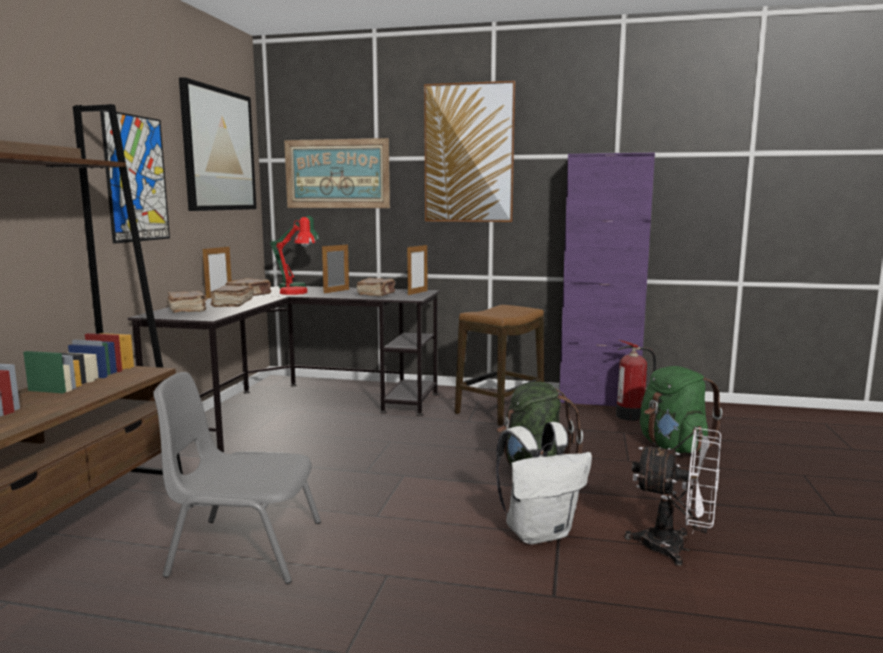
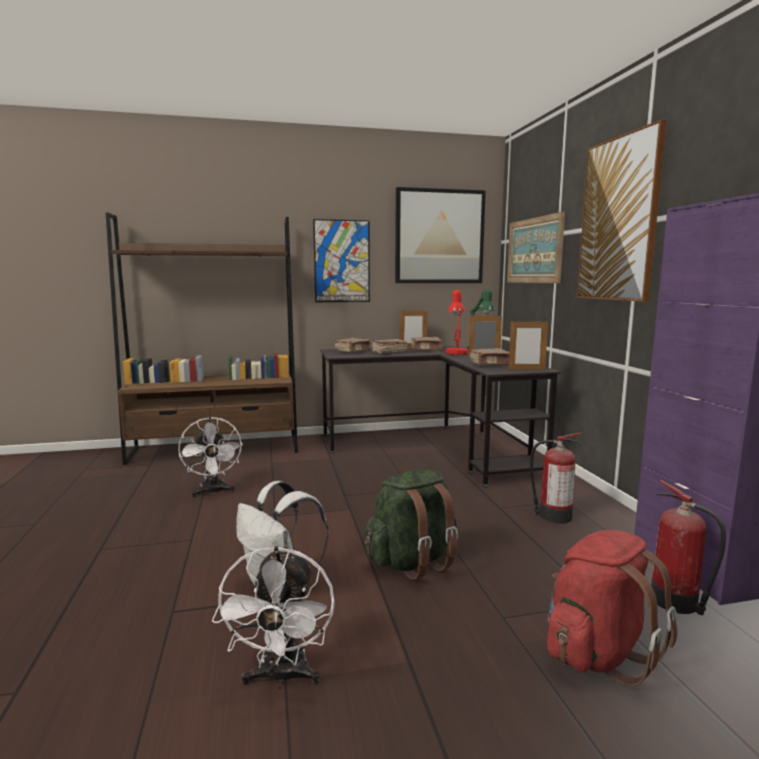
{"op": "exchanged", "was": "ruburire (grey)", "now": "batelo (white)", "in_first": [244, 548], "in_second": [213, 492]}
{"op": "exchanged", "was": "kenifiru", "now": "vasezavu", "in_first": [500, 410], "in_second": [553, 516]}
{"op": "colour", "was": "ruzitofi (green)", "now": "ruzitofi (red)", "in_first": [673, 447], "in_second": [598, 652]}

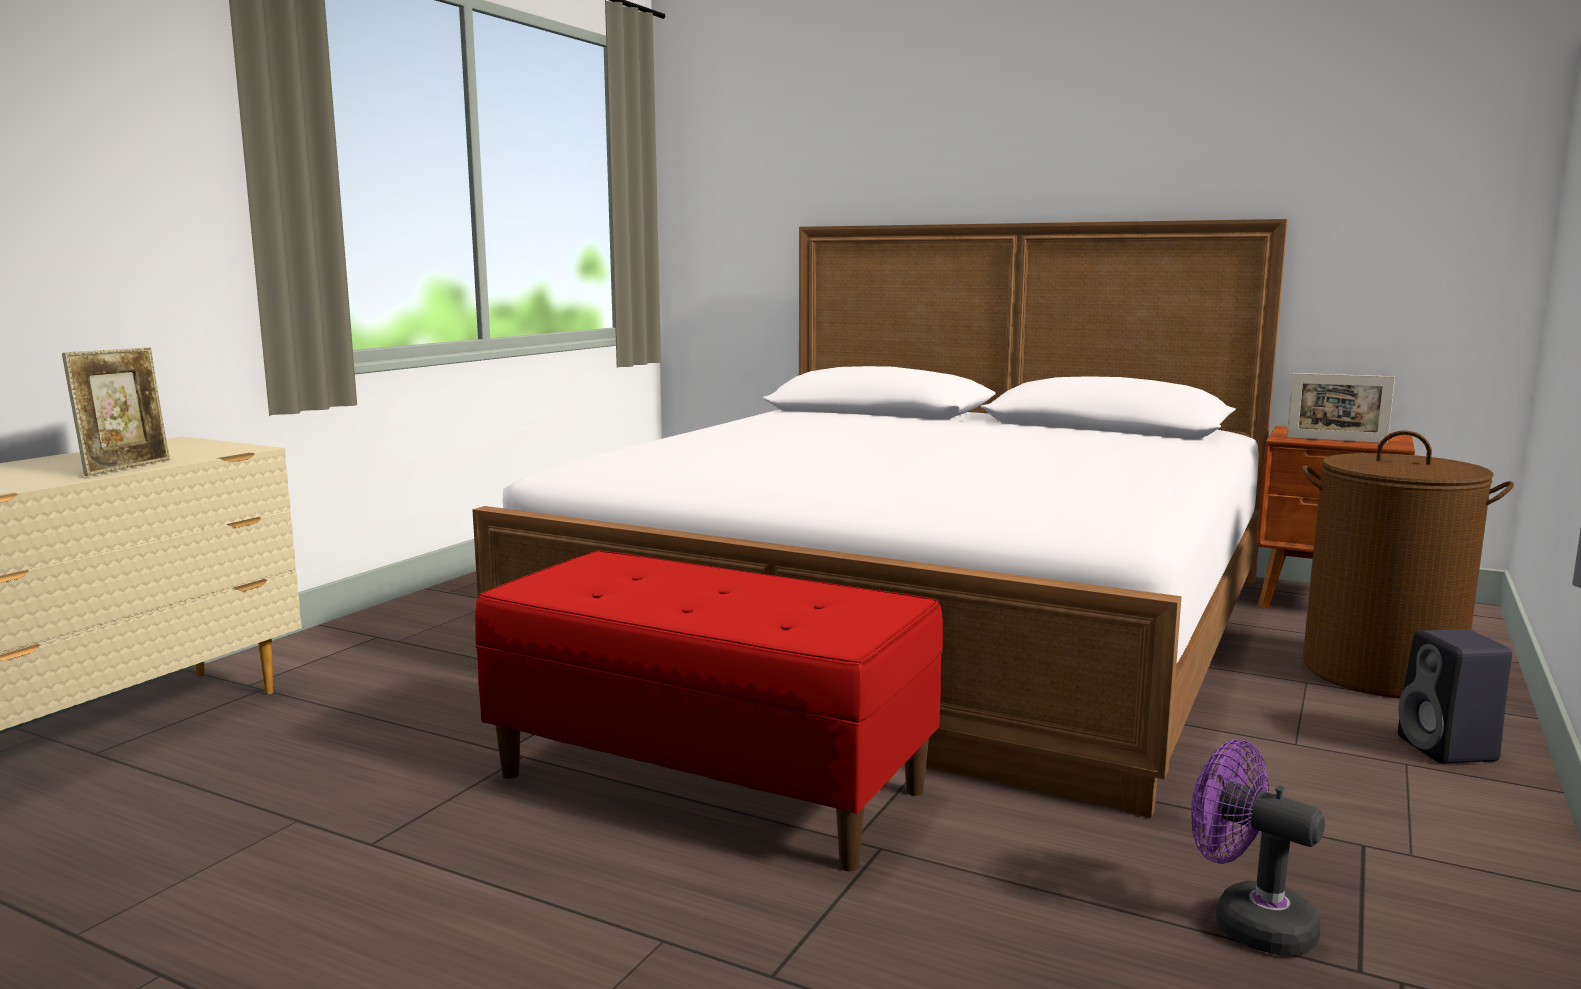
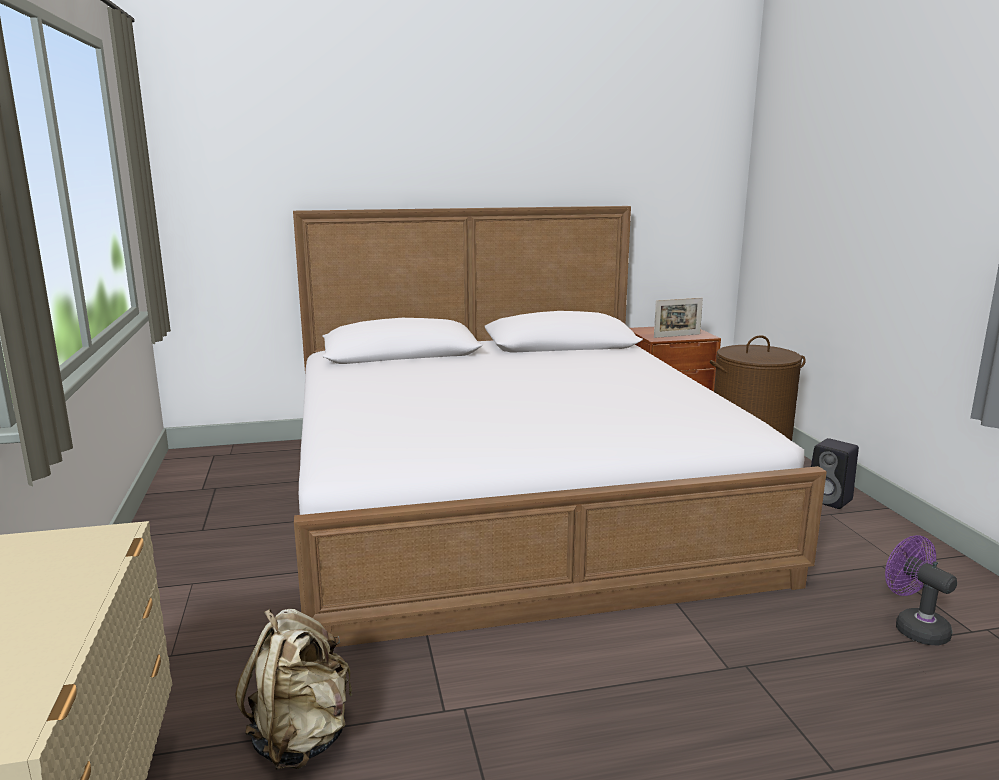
{"op": "missing", "was": "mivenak", "in_first": [126, 468]}
{"op": "missing", "was": "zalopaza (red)", "in_first": [711, 782]}
{"op": "spun", "was": "batelo (purple)", "in_first": [1248, 922], "in_second": [914, 627], "clockwise": 60}
{"op": "appeared", "now": "ruzitofi (beige)", "in_second": [301, 738]}

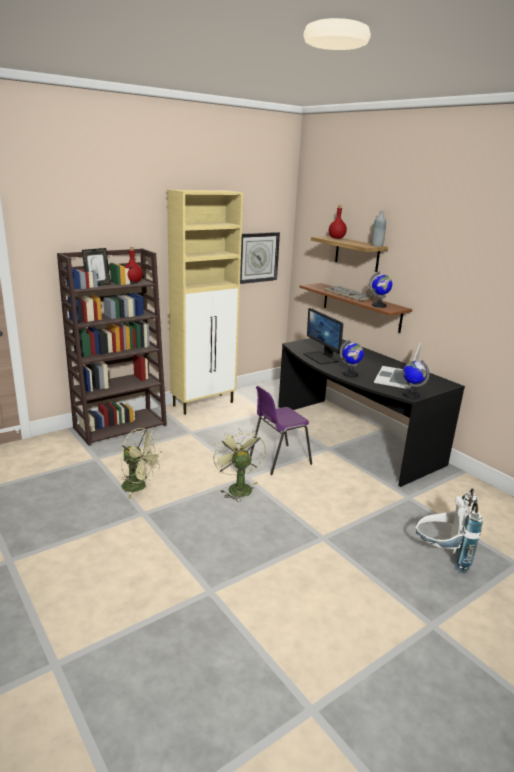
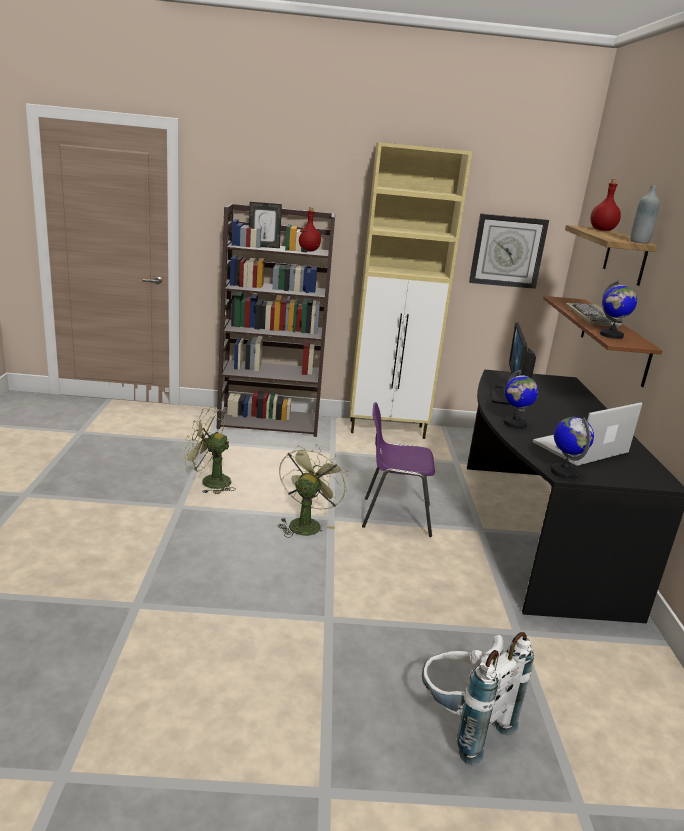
{"op": "spun", "was": "batelo (green)", "in_first": [139, 487], "in_second": [209, 481], "clockwise": 135}

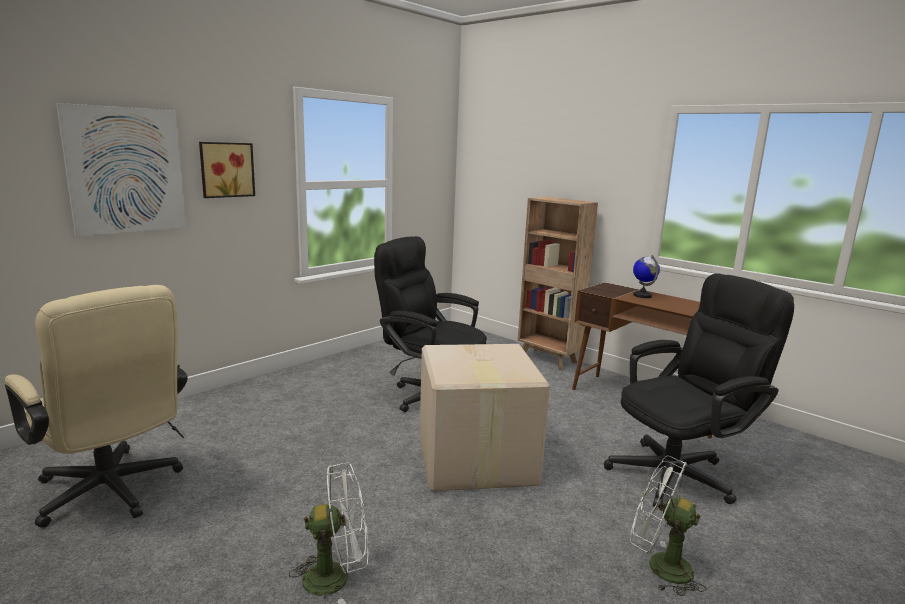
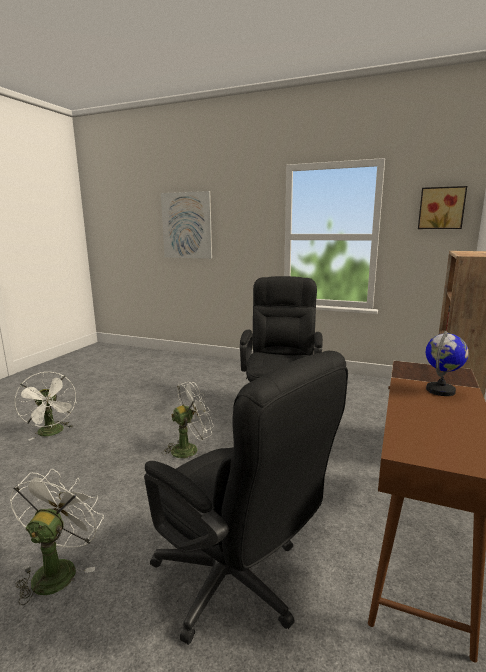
{"op": "missing", "was": "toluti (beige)", "in_first": [113, 494]}
{"op": "relocated", "was": "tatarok", "in_first": [226, 169], "in_second": [441, 208]}
{"op": "exchanged", "was": "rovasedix", "now": "batelo (white)", "in_first": [474, 460], "in_second": [190, 449]}

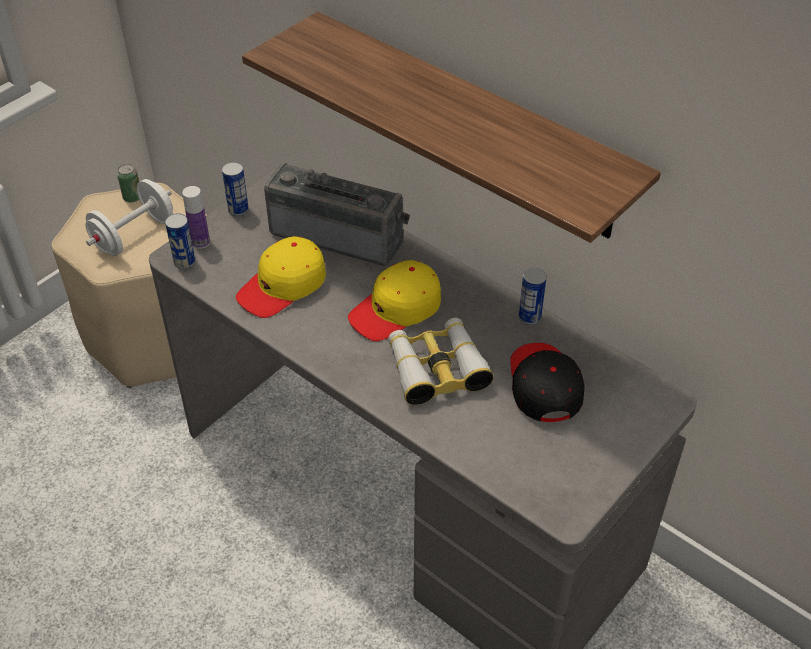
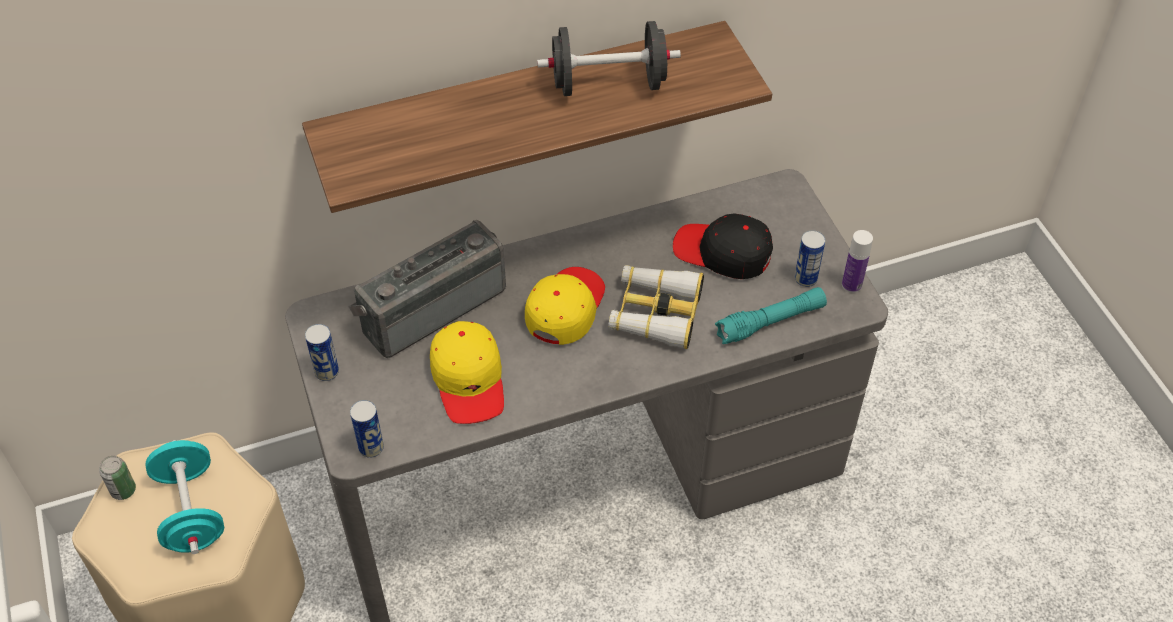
{"op": "colour", "was": "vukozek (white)", "now": "vukozek (turquoise)", "in_first": [134, 235], "in_second": [191, 511]}
{"op": "relocated", "was": "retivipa", "in_first": [200, 242], "in_second": [851, 285]}
{"op": "spun", "was": "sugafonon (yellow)", "in_first": [396, 310], "in_second": [565, 308], "clockwise": -150}
{"op": "relocated", "was": "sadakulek", "in_first": [529, 318], "in_second": [805, 278]}
{"op": "appeared", "now": "vukozek (black)", "in_second": [608, 84]}
{"op": "appeared", "now": "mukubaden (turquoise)", "in_second": [770, 322]}

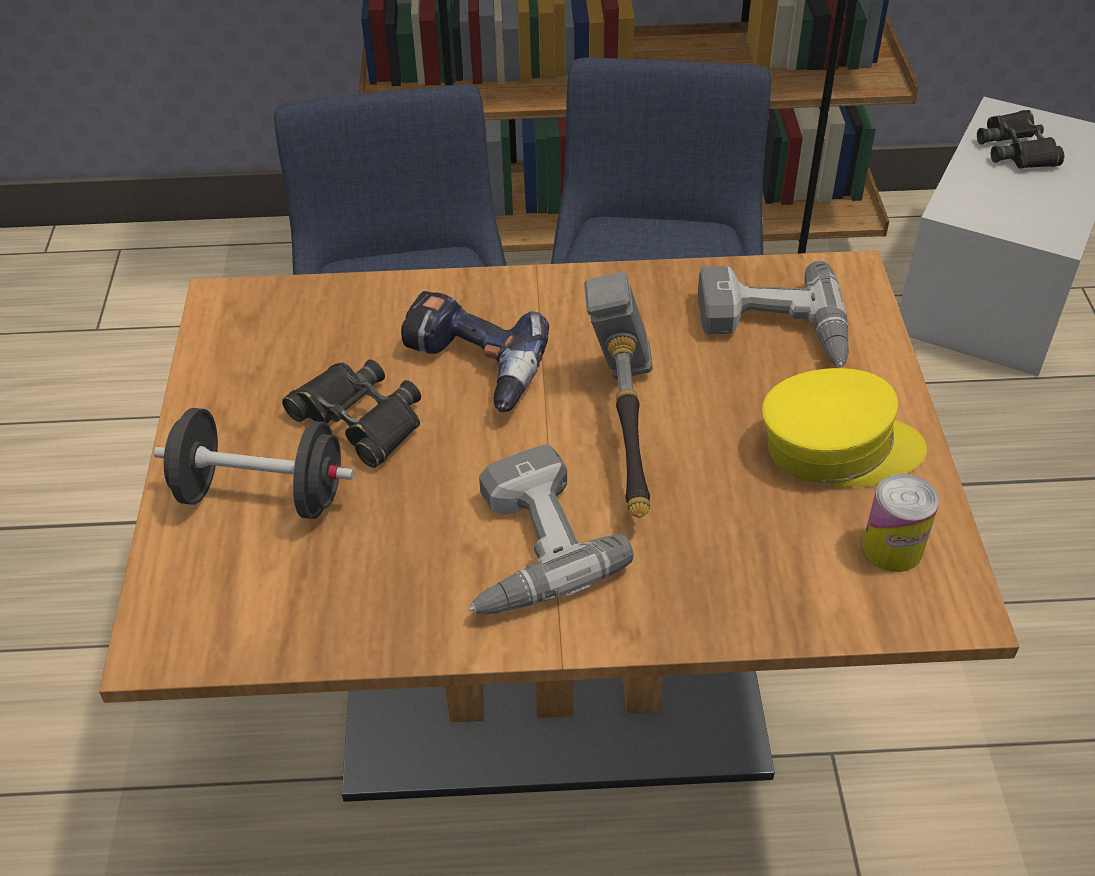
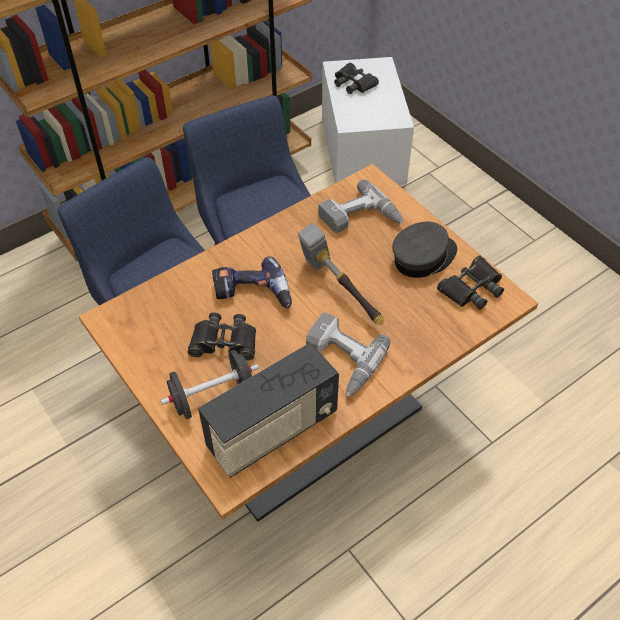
{"op": "colour", "was": "sugafonon (yellow)", "now": "sugafonon (grey)", "in_first": [838, 448], "in_second": [423, 258]}
{"op": "exchanged", "was": "sadakulek", "now": "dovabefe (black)", "in_first": [892, 548], "in_second": [472, 288]}
{"op": "appeared", "now": "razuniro", "in_second": [272, 431]}

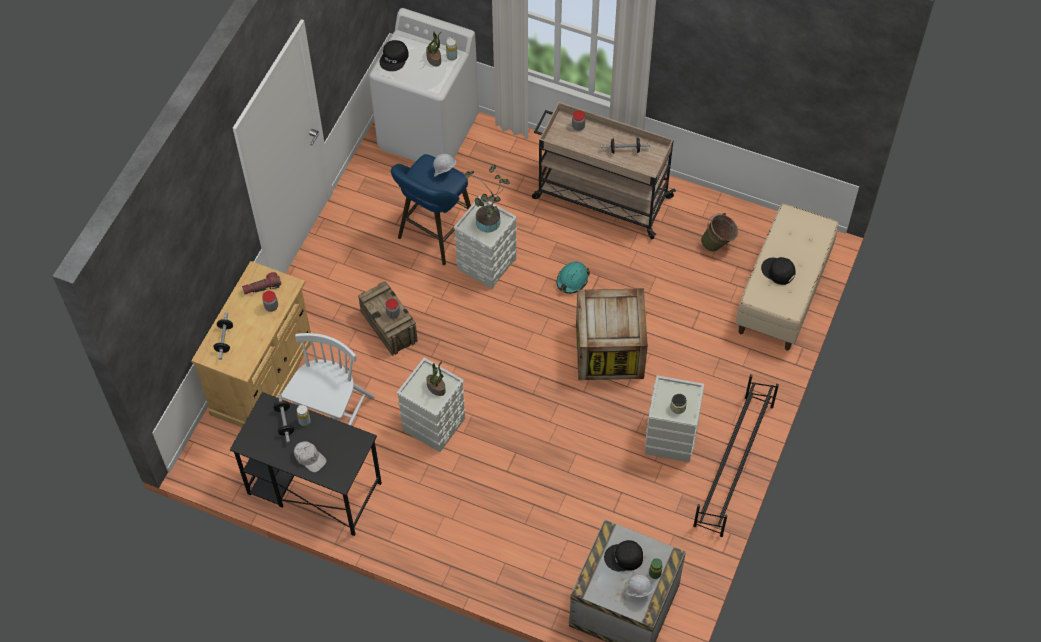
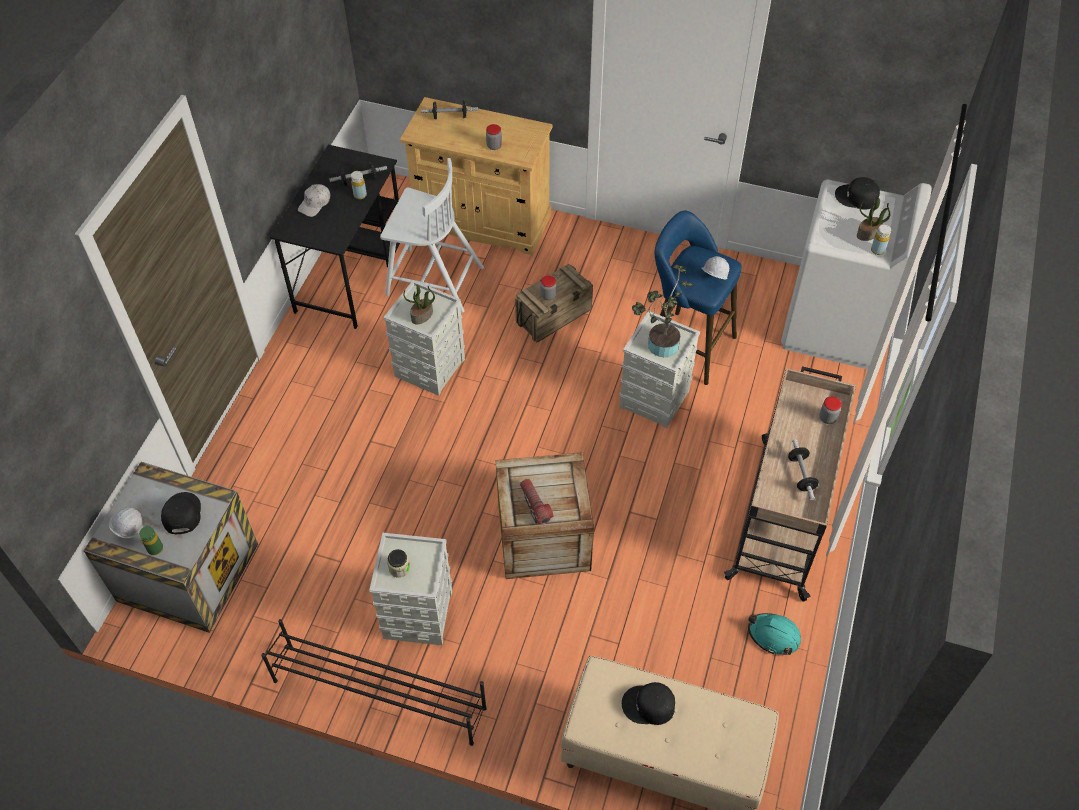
{"op": "relocated", "was": "mukubaden", "in_first": [262, 287], "in_second": [535, 505]}
{"op": "relocated", "was": "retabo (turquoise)", "in_first": [572, 280], "in_second": [773, 635]}
{"op": "missing", "was": "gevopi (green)", "in_first": [718, 245]}
{"op": "spun", "was": "sugafonon (black)", "in_first": [778, 271], "in_second": [649, 706], "clockwise": -120}

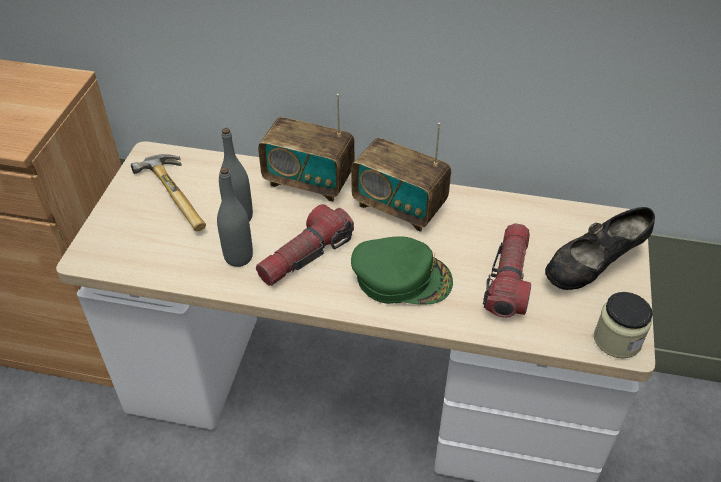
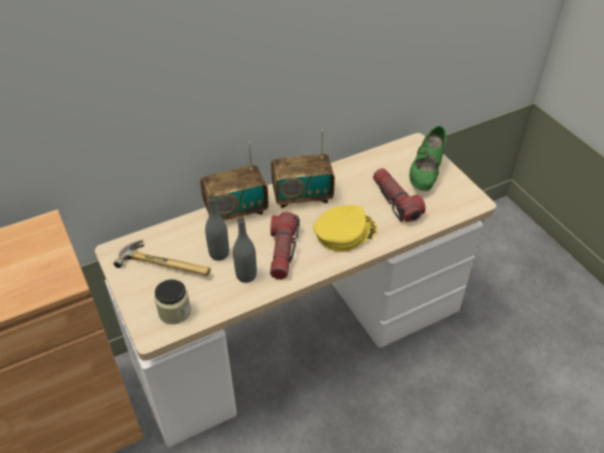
{"op": "colour", "was": "sugafonon (green)", "now": "sugafonon (yellow)", "in_first": [401, 277], "in_second": [345, 232]}
{"op": "colour", "was": "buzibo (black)", "now": "buzibo (green)", "in_first": [592, 268], "in_second": [426, 173]}
{"op": "relocated", "was": "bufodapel", "in_first": [617, 340], "in_second": [174, 311]}

